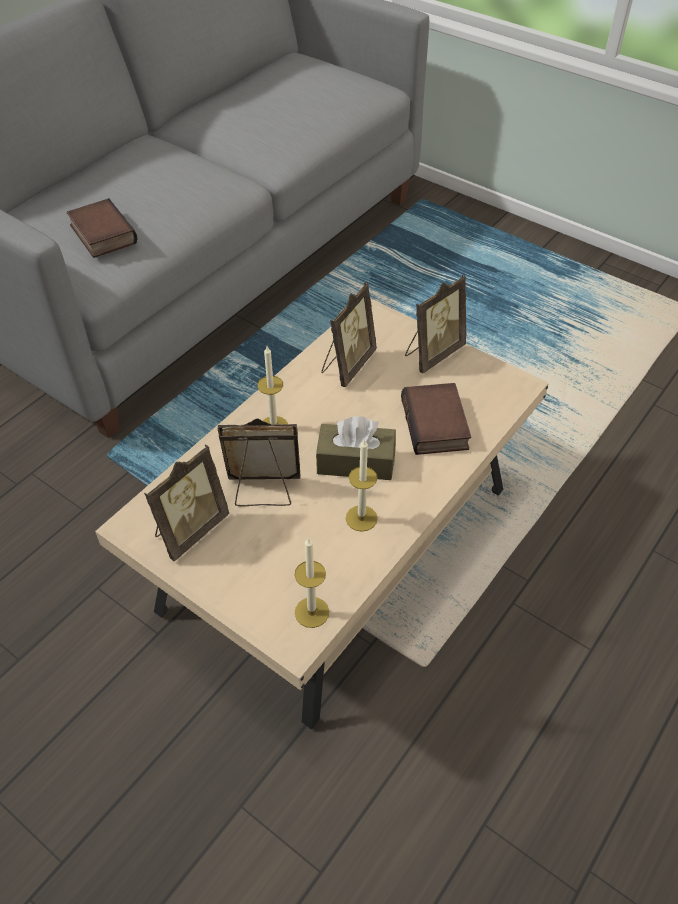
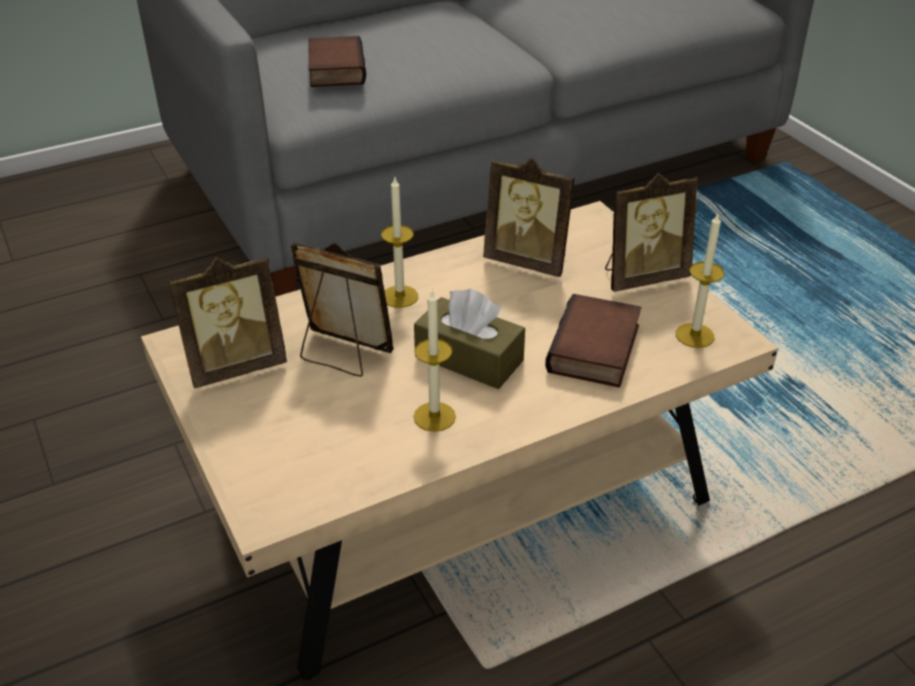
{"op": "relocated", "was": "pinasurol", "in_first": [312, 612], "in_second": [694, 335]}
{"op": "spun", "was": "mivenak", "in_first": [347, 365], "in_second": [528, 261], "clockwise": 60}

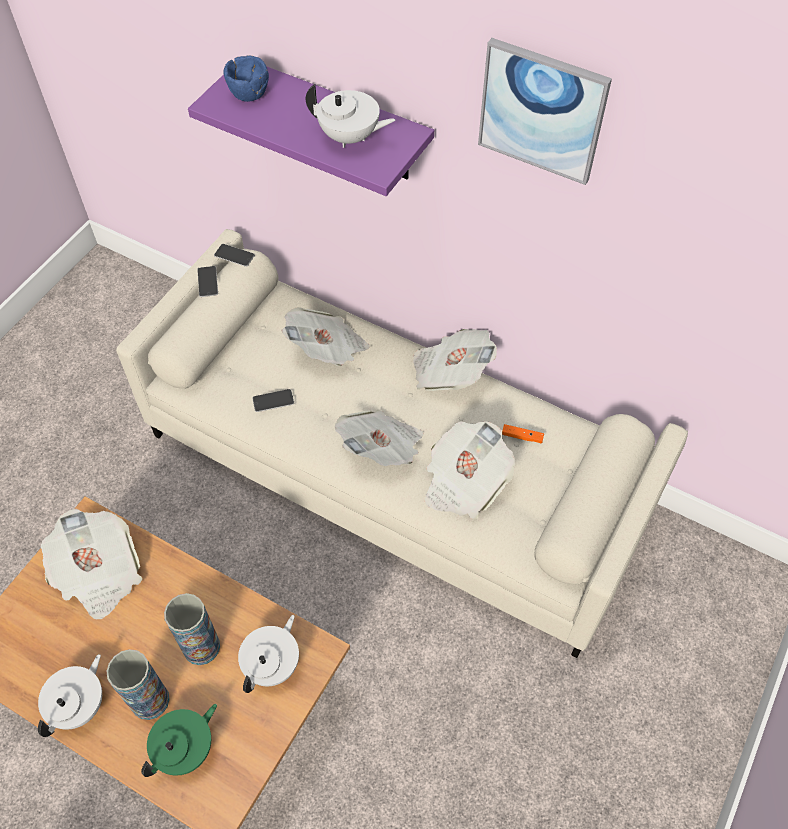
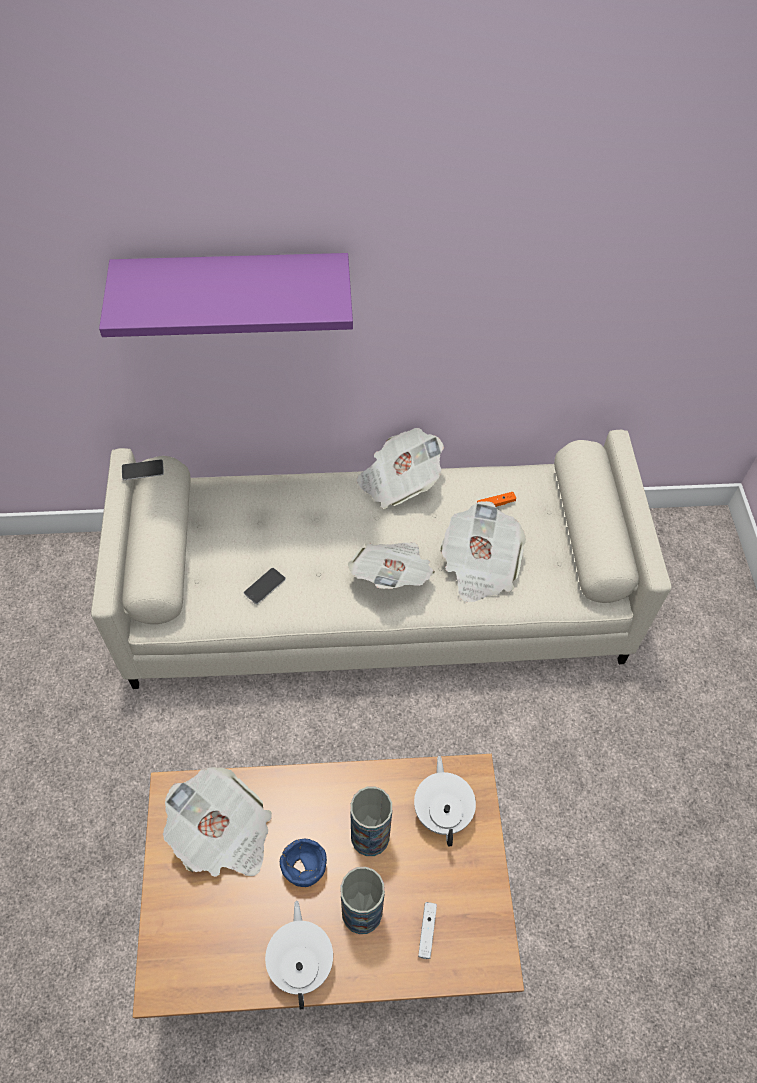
{"op": "exchanged", "was": "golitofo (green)", "now": "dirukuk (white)", "in_first": [186, 749], "in_second": [427, 931]}
{"op": "missing", "was": "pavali", "in_first": [207, 281]}
{"op": "relocated", "was": "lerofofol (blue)", "in_first": [248, 93], "in_second": [304, 868]}
{"op": "missing", "was": "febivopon", "in_first": [327, 349]}
{"op": "missing", "was": "golitofo (white)", "in_first": [350, 137]}
{"op": "missing", "was": "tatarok", "in_first": [542, 111]}

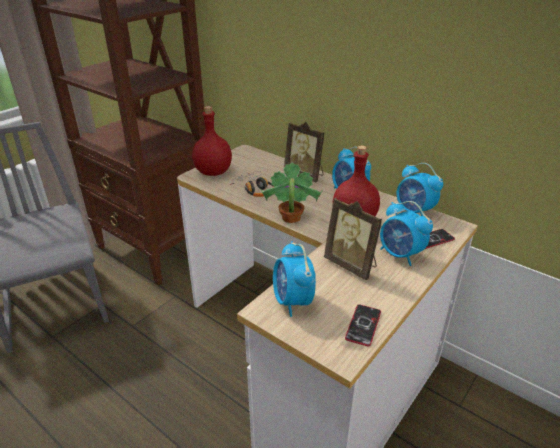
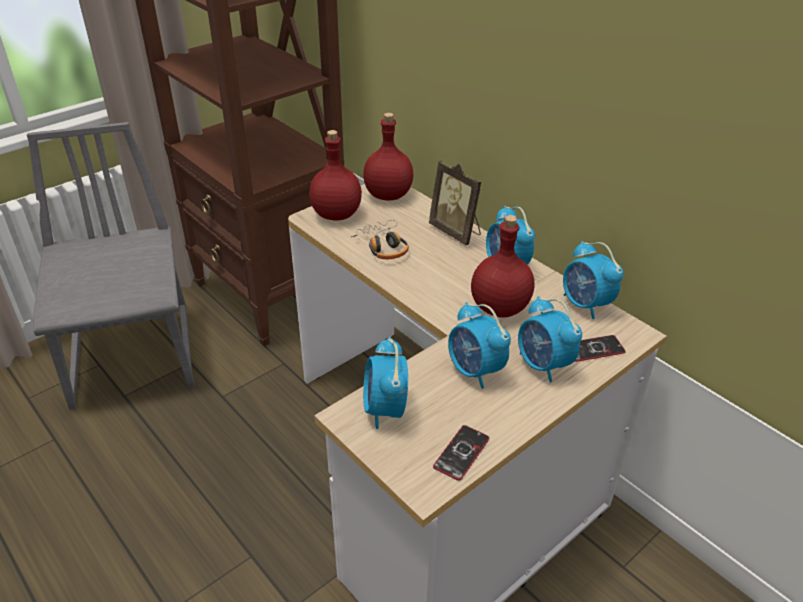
{"op": "missing", "was": "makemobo", "in_first": [290, 218]}
{"op": "exchanged", "was": "mivenak", "now": "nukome", "in_first": [352, 265], "in_second": [475, 371]}
{"op": "appeared", "now": "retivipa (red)", "in_second": [389, 195]}

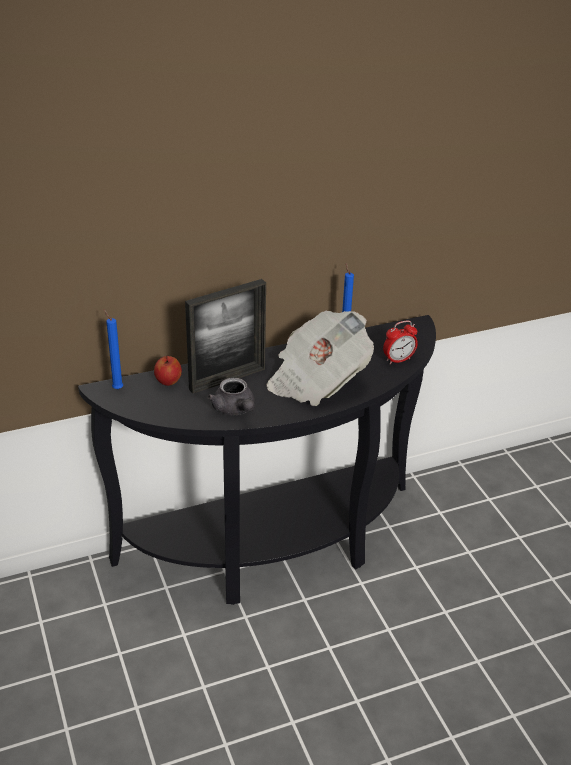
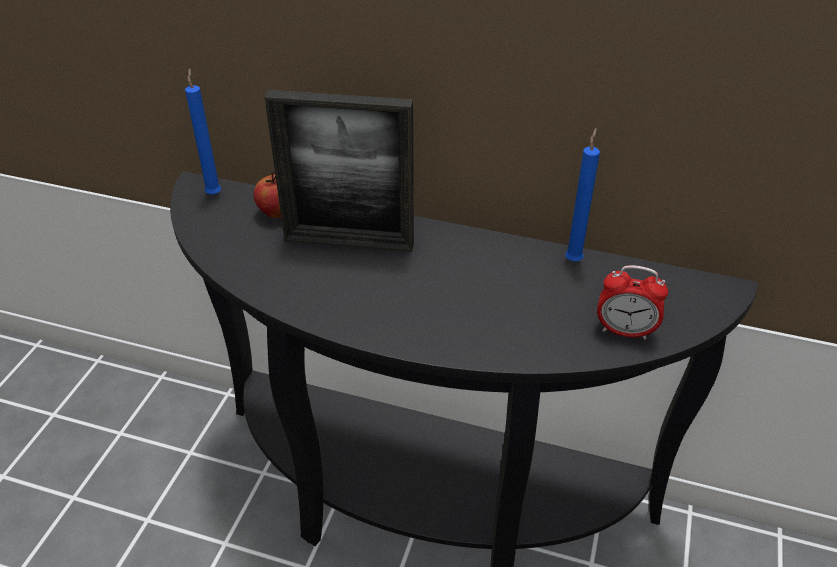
{"op": "missing", "was": "golitofo (grey)", "in_first": [235, 410]}
{"op": "missing", "was": "febivopon", "in_first": [317, 380]}

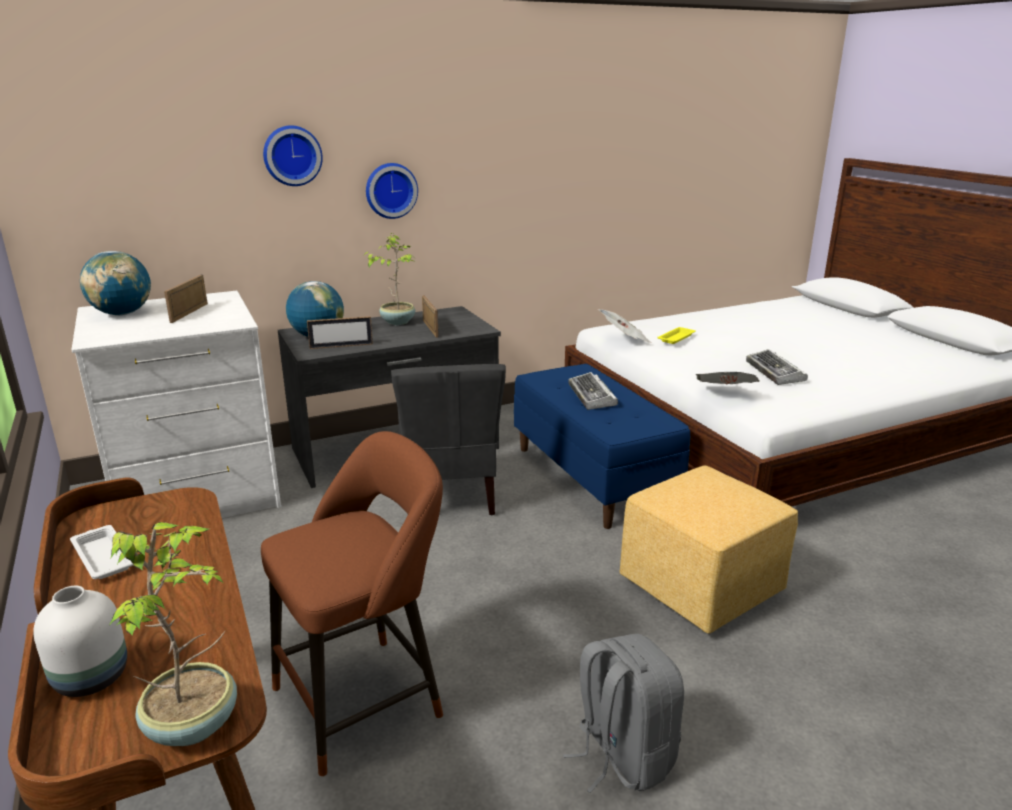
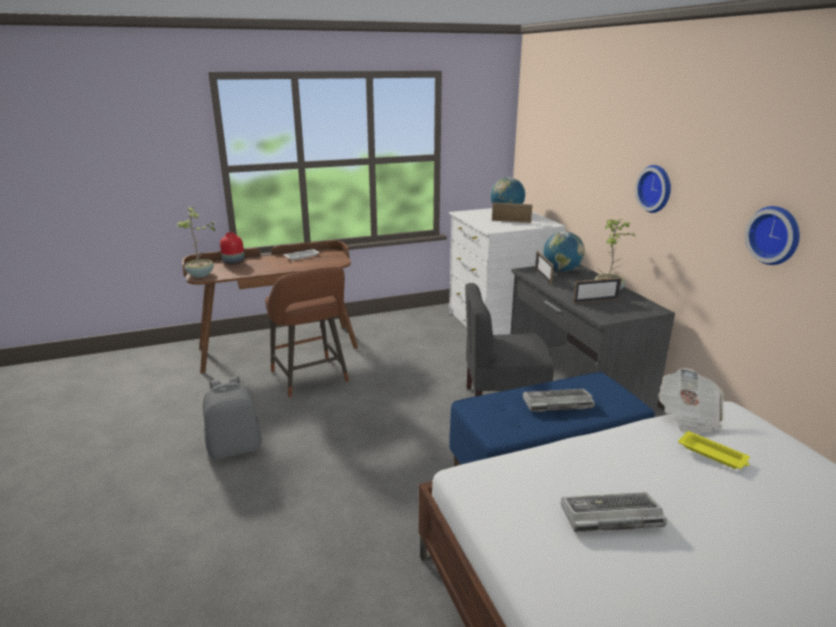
{"op": "colour", "was": "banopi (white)", "now": "banopi (red)", "in_first": [91, 676], "in_second": [234, 263]}
{"op": "relocated", "was": "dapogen", "in_first": [292, 155], "in_second": [775, 235]}
{"op": "missing", "was": "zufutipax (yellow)", "in_first": [701, 589]}
{"op": "missing", "was": "febivopon", "in_first": [724, 394]}

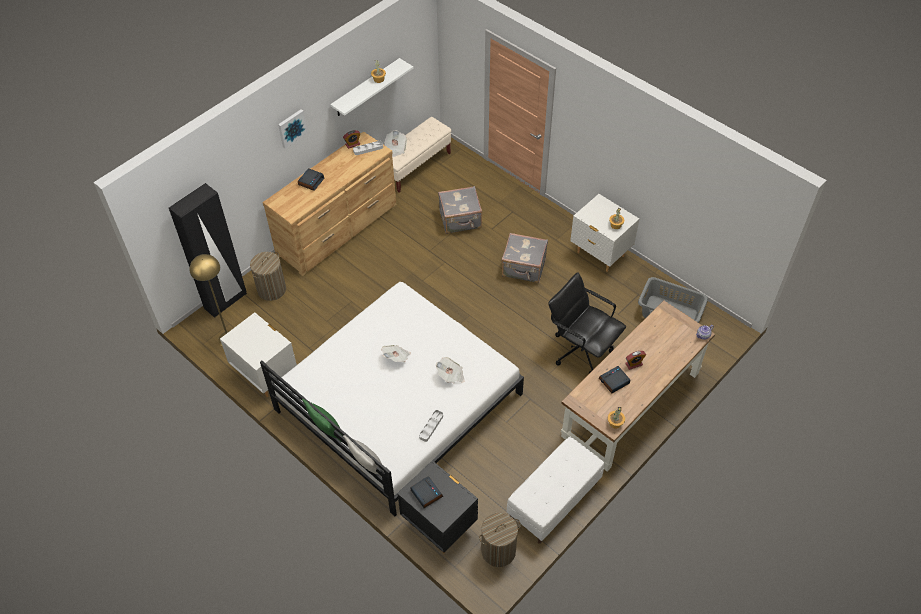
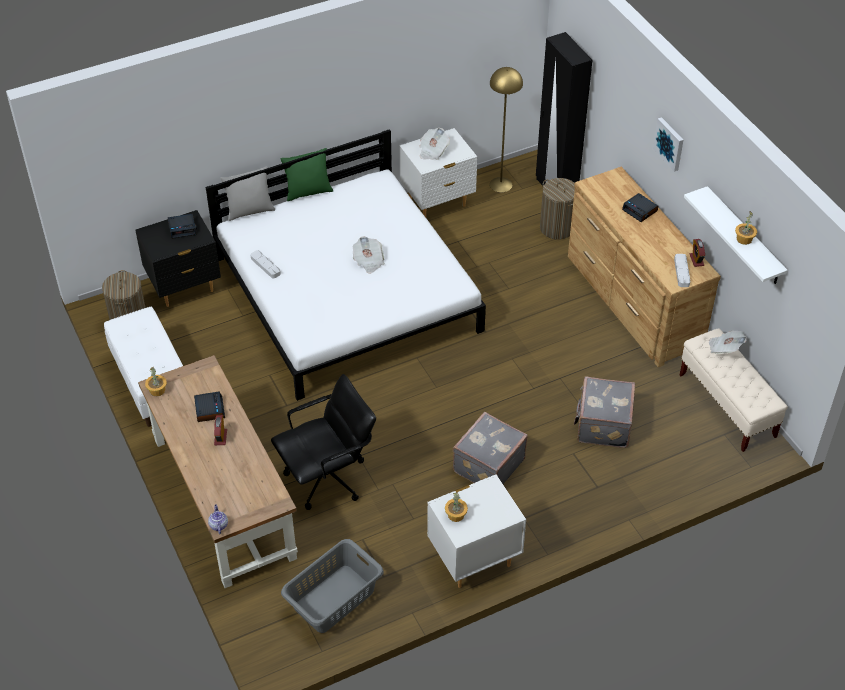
{"op": "relocated", "was": "febivopon", "in_first": [451, 375], "in_second": [433, 151]}

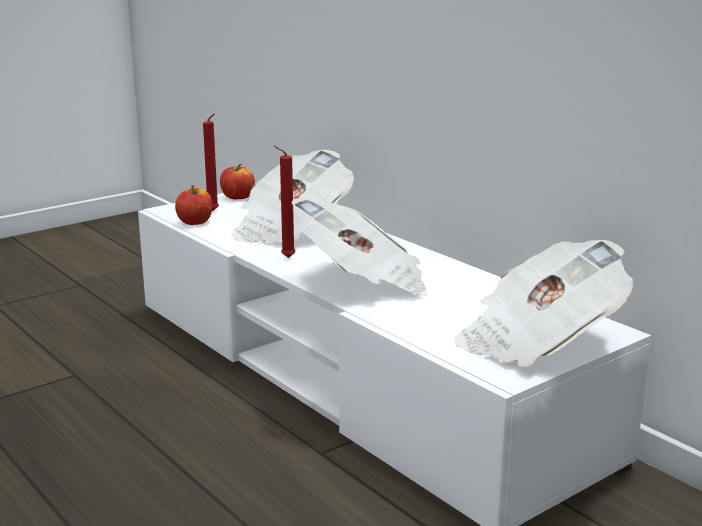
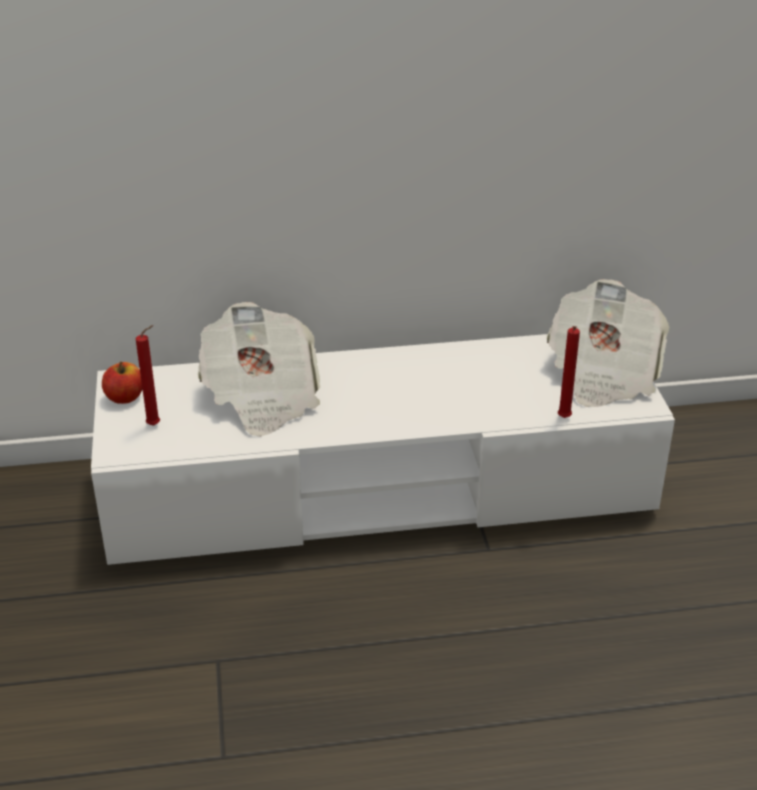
{"op": "missing", "was": "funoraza", "in_first": [195, 222]}
{"op": "relocated", "was": "pinasurol (red)", "in_first": [285, 258], "in_second": [563, 419]}
{"op": "missing", "was": "febivopon", "in_first": [363, 281]}

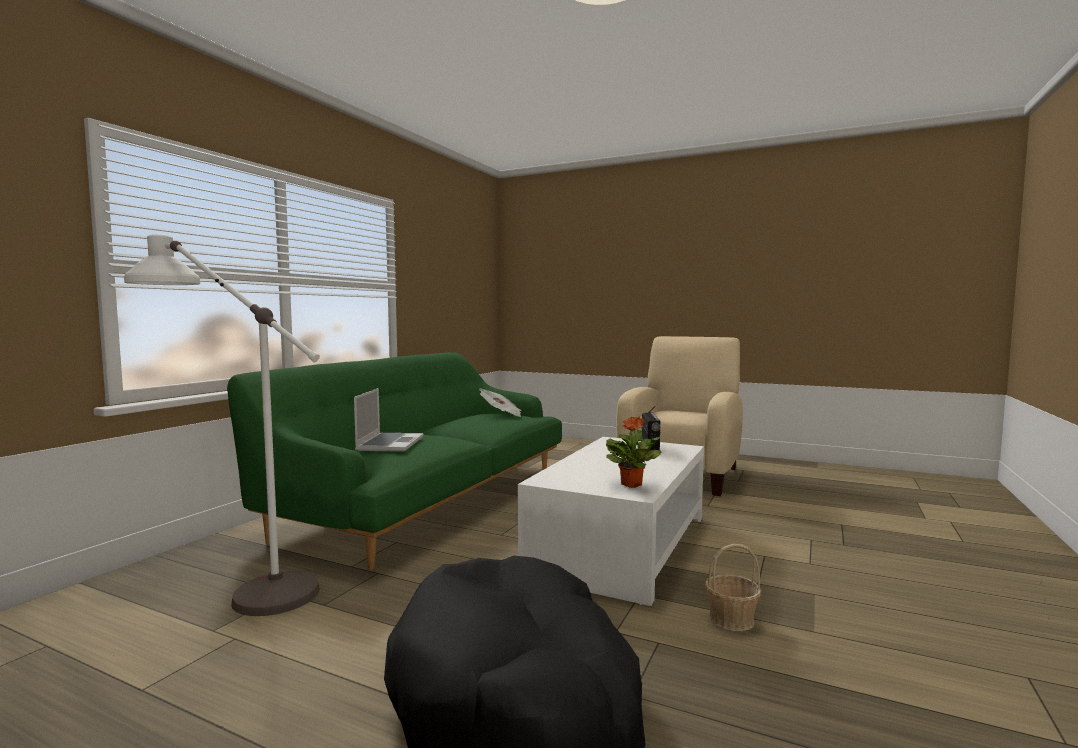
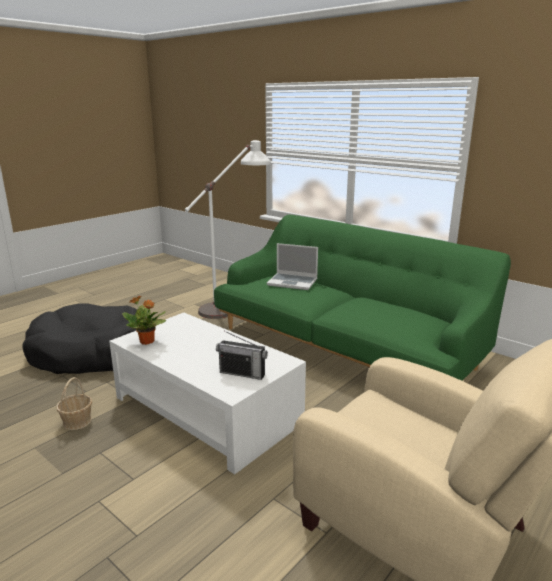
{"op": "missing", "was": "febivopon", "in_first": [501, 414]}

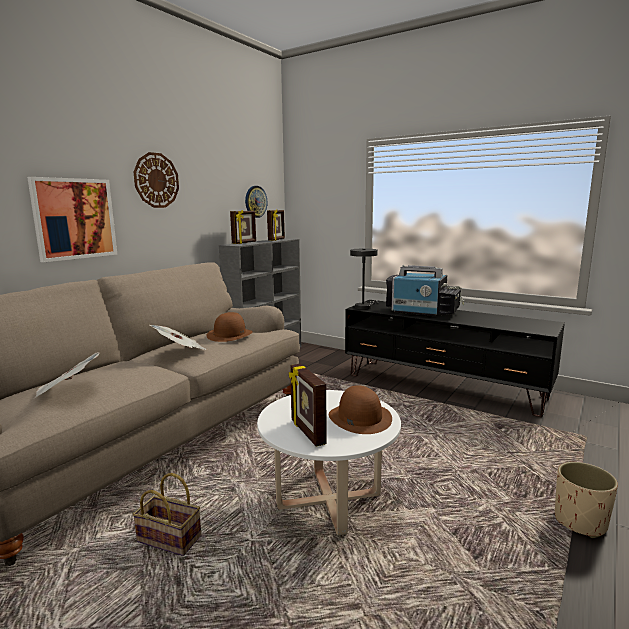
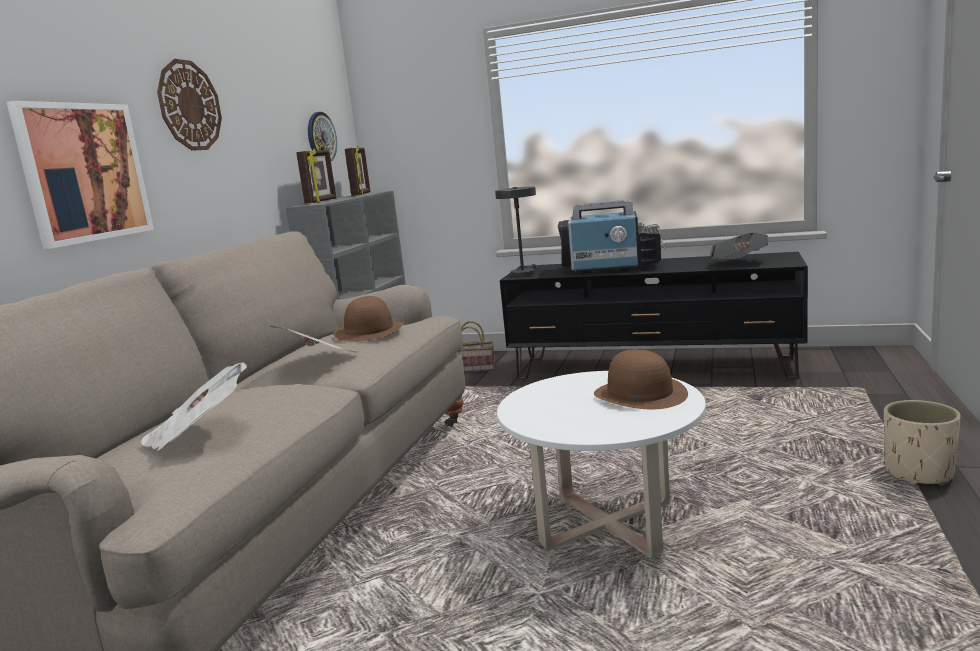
{"op": "relocated", "was": "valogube", "in_first": [171, 539], "in_second": [475, 368]}
{"op": "missing", "was": "mivenak", "in_first": [307, 432]}
{"op": "appeared", "now": "febivopon", "in_second": [738, 263]}

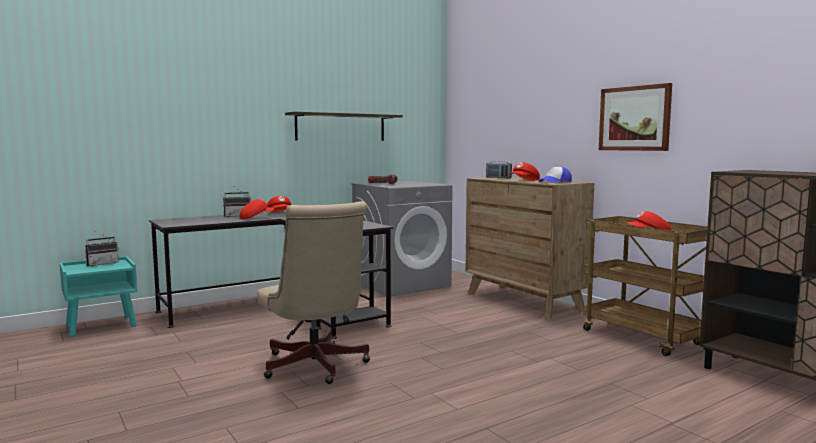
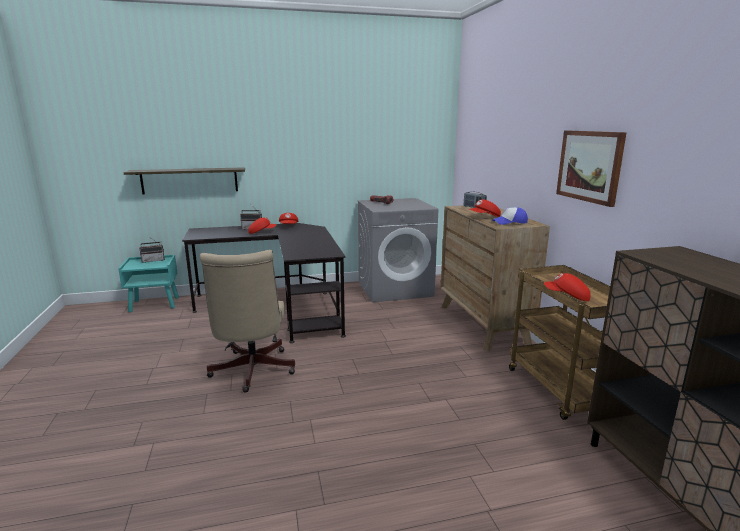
{"op": "relocated", "was": "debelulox", "in_first": [341, 127], "in_second": [190, 180]}

